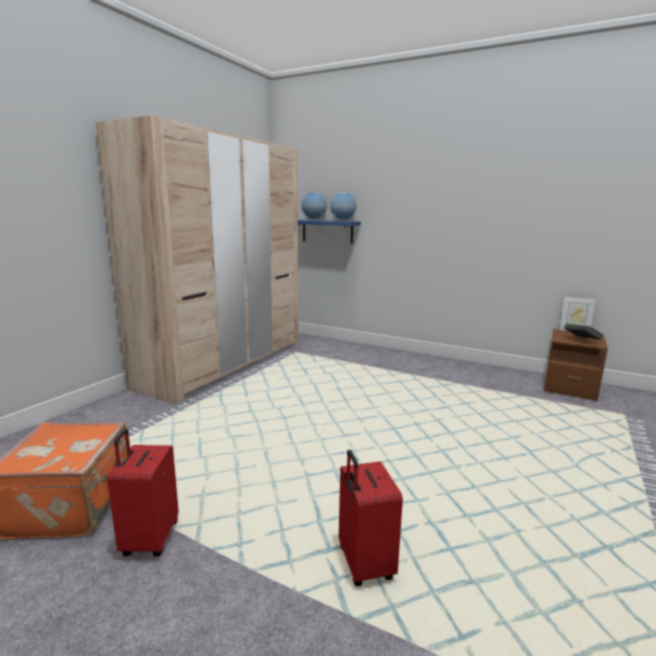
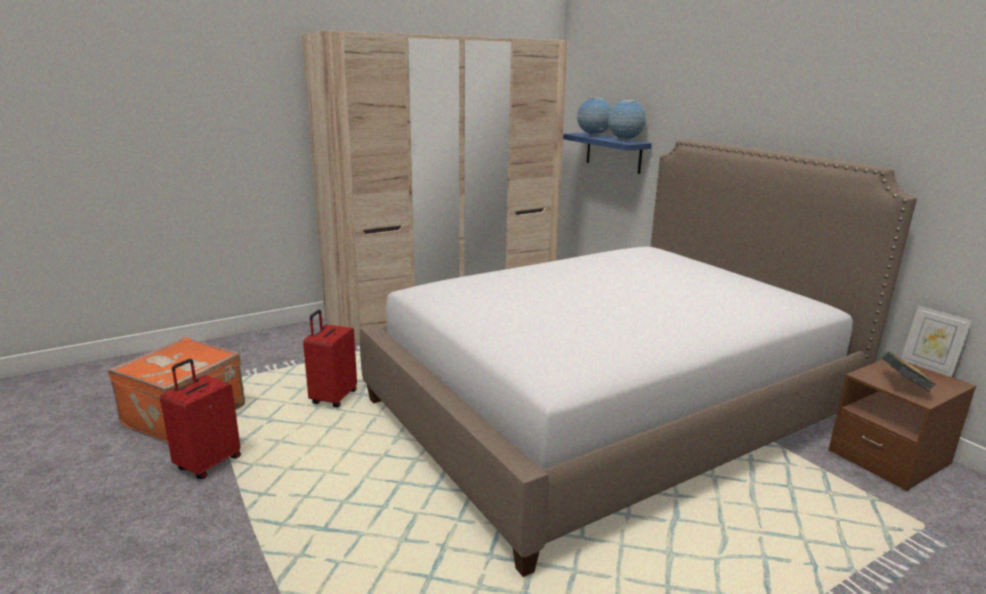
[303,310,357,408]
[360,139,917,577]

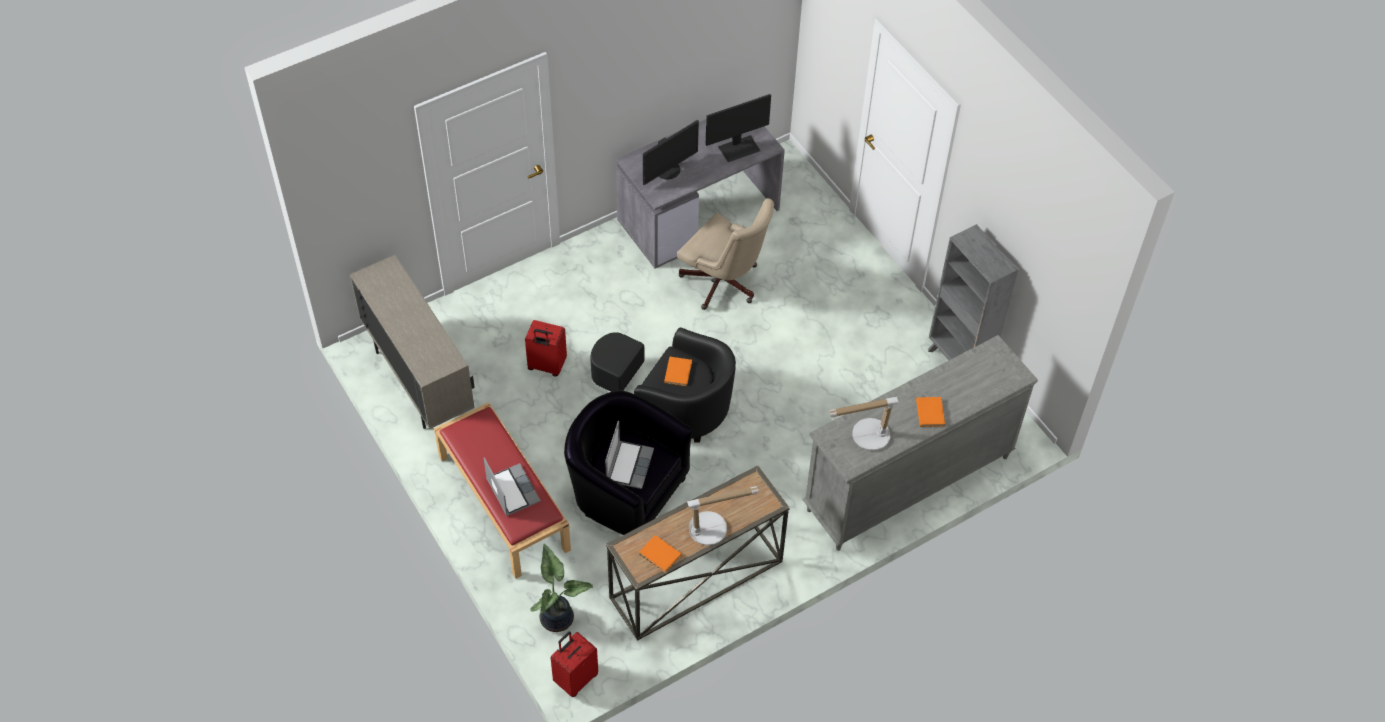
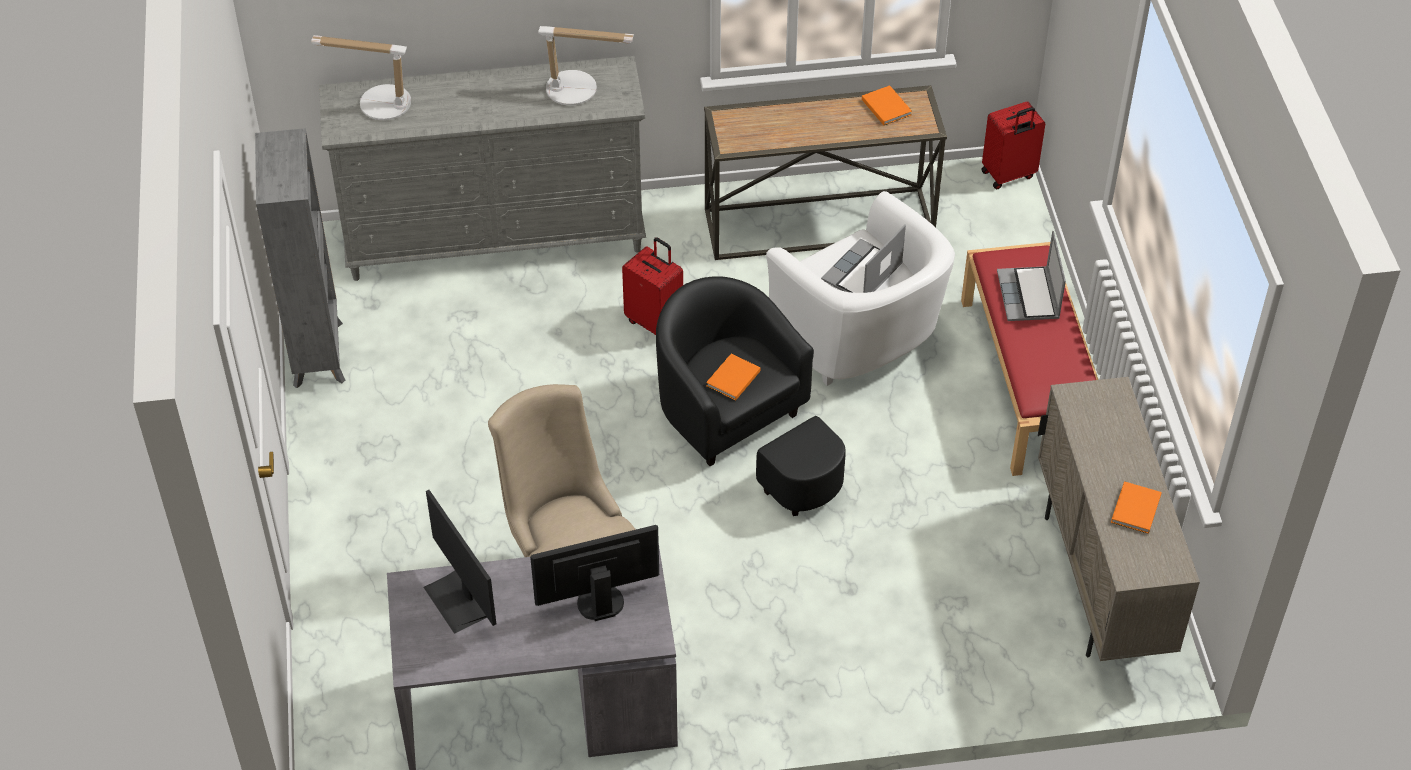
[311,35,411,120]
[423,490,496,634]
[622,237,683,335]
[766,191,955,386]
[1111,481,1162,534]
[530,544,593,632] (first image)

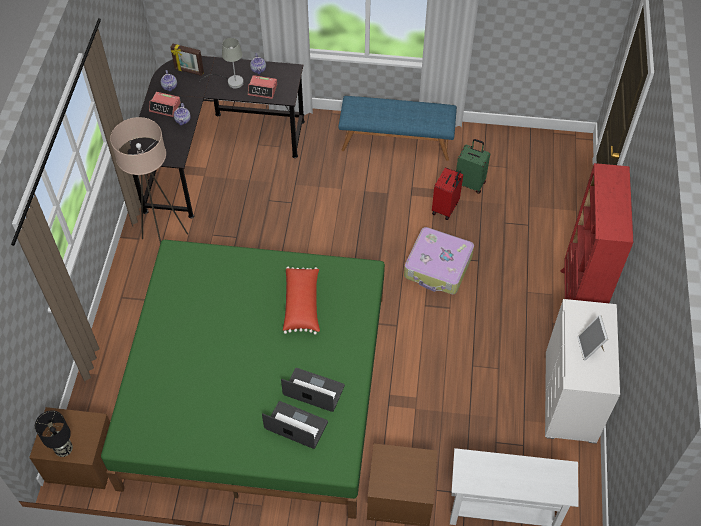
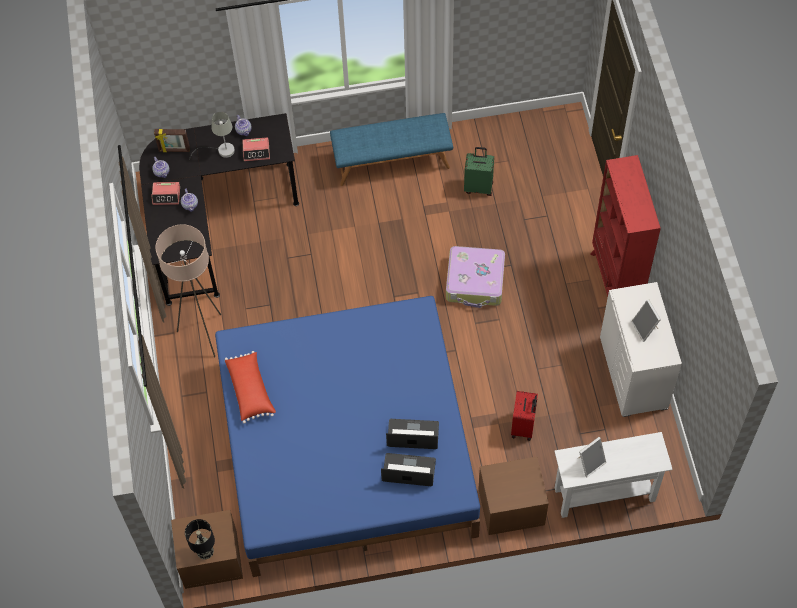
[215,296,480,577]
[225,351,276,424]
[511,391,538,441]
[579,437,606,478]

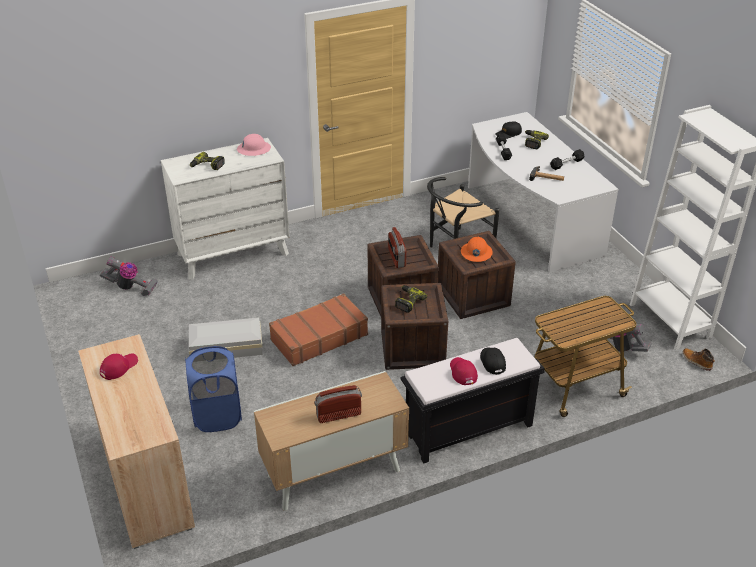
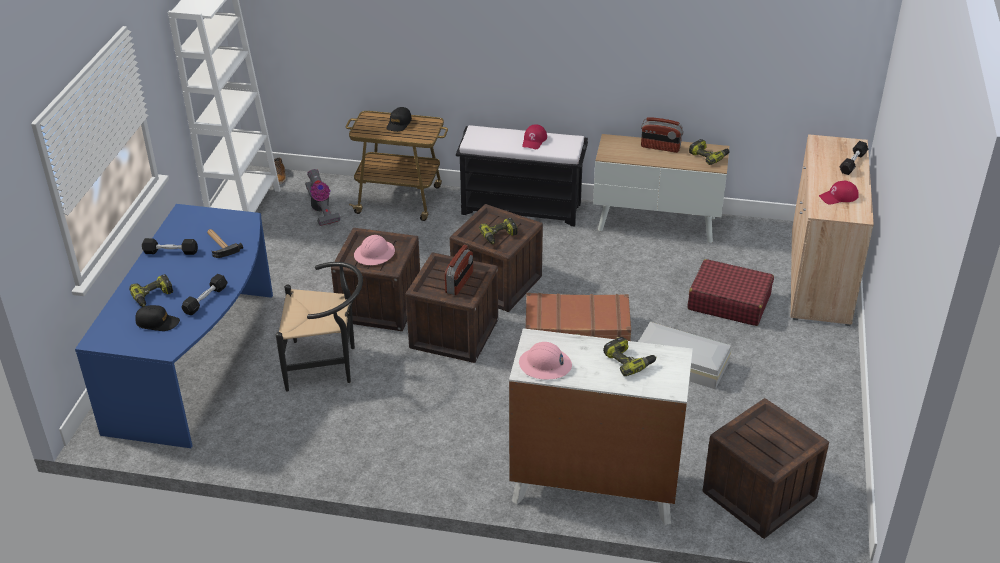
[75,204,273,448]
[354,235,395,265]
[386,107,412,132]
[688,259,774,326]
[689,139,730,165]
[703,398,829,539]
[839,141,868,175]

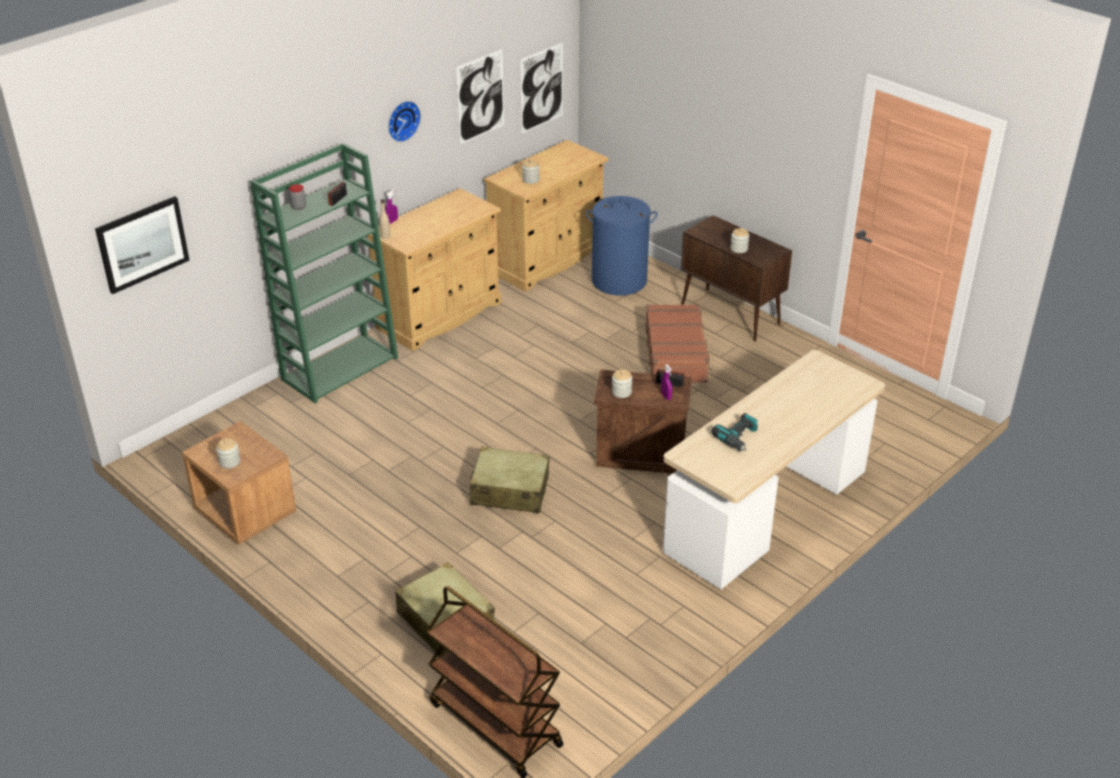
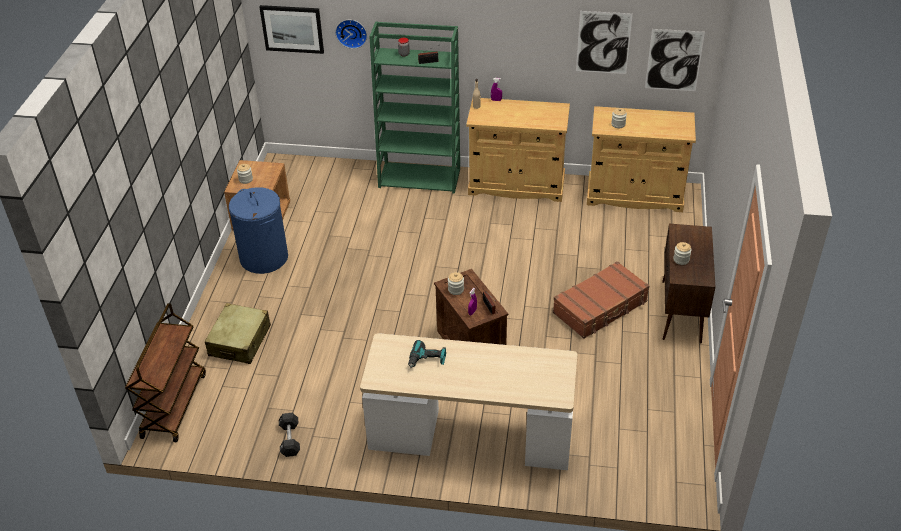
[229,187,288,274]
[279,413,300,457]
[335,20,367,49]
[470,447,550,513] (first image)

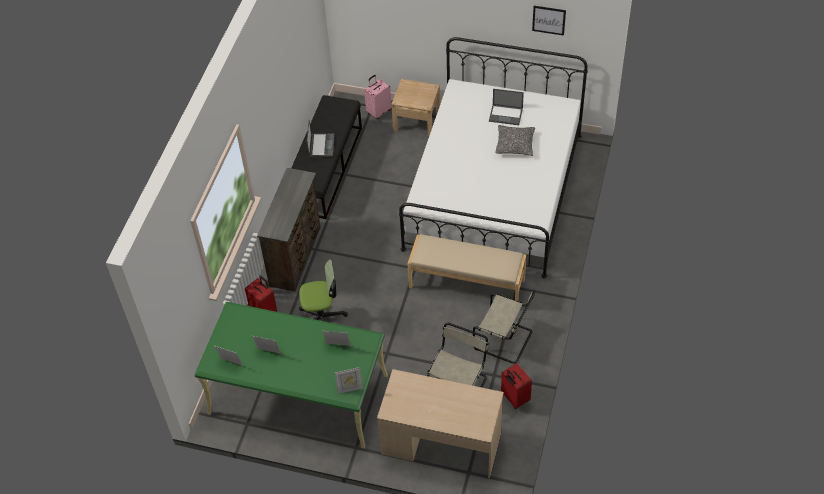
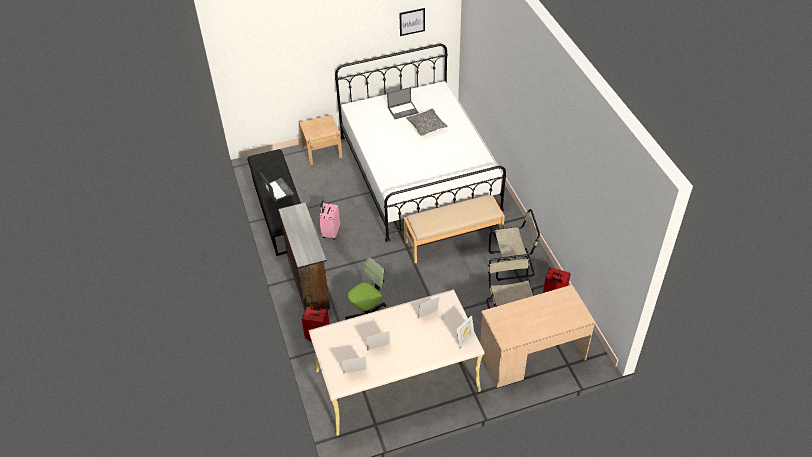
[308,289,484,436]
[319,200,340,240]

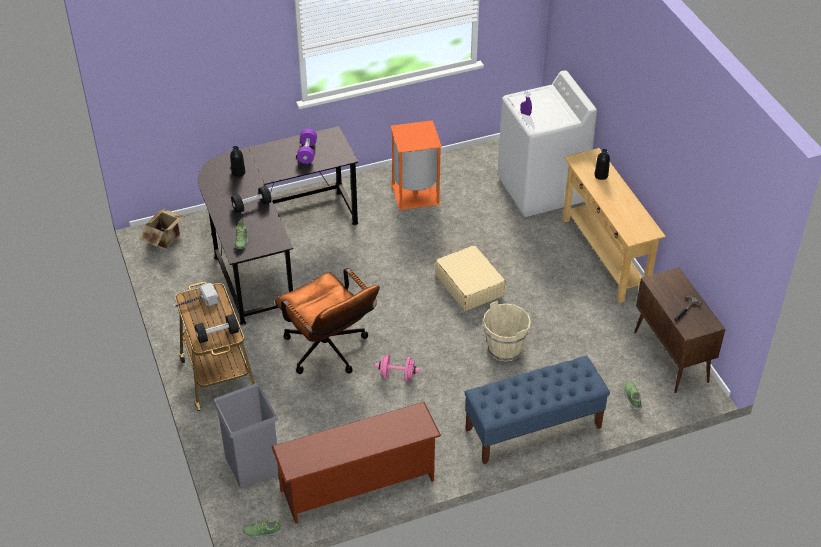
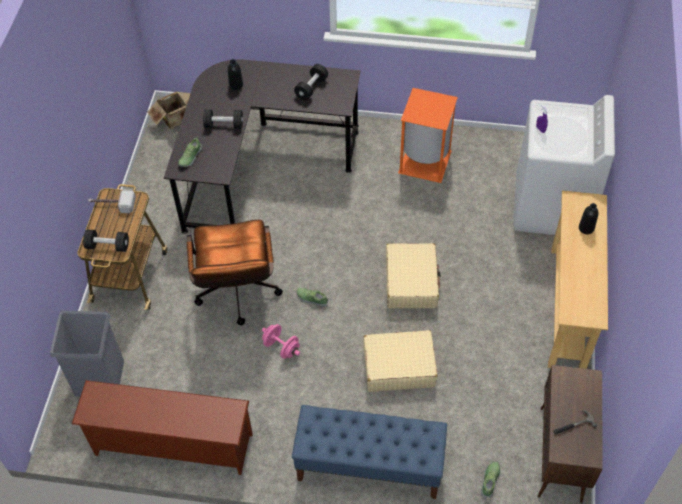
[294,64,328,100]
[297,288,329,307]
[363,330,438,392]

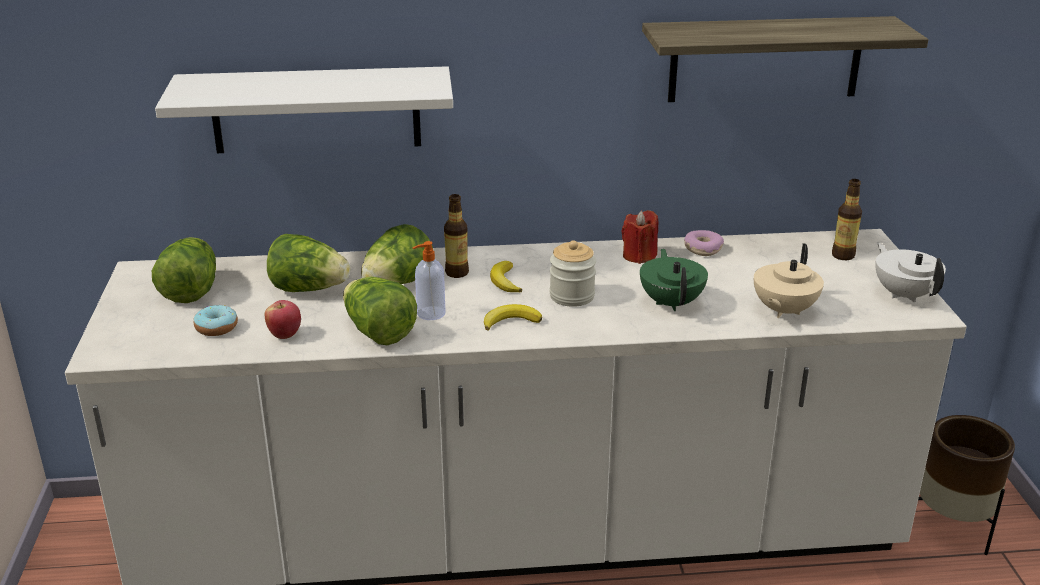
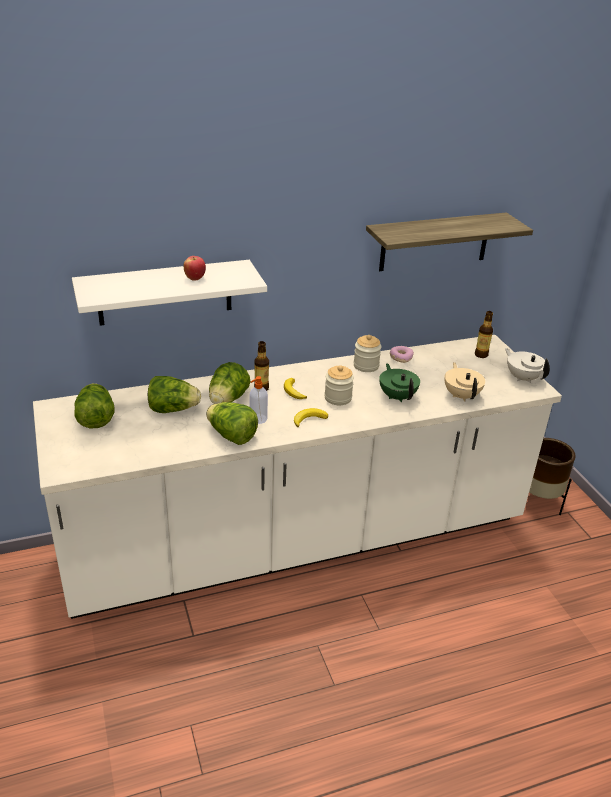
[184,256,206,281]
[354,335,381,372]
[444,362,485,401]
[193,304,238,336] (first image)

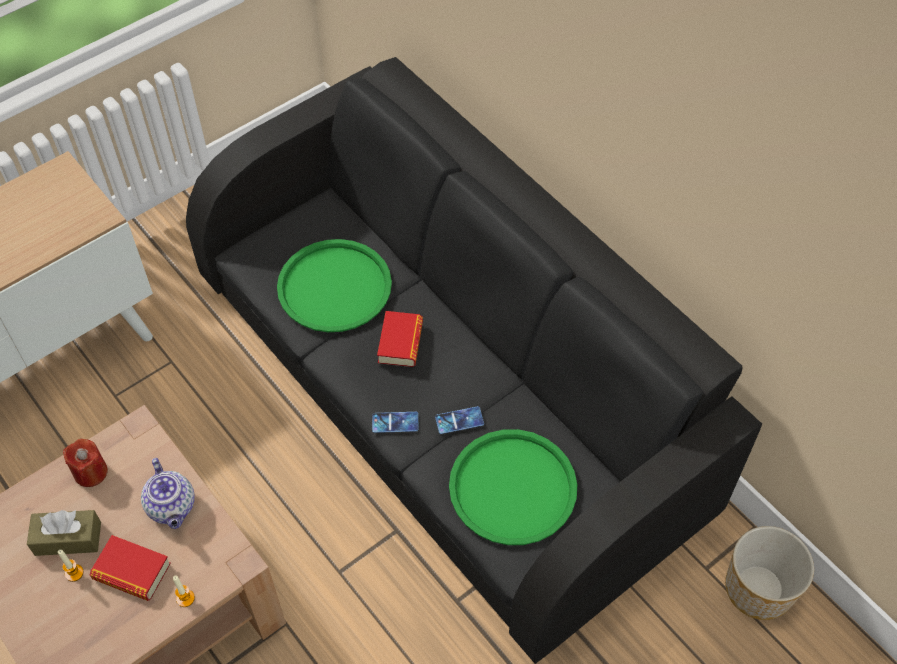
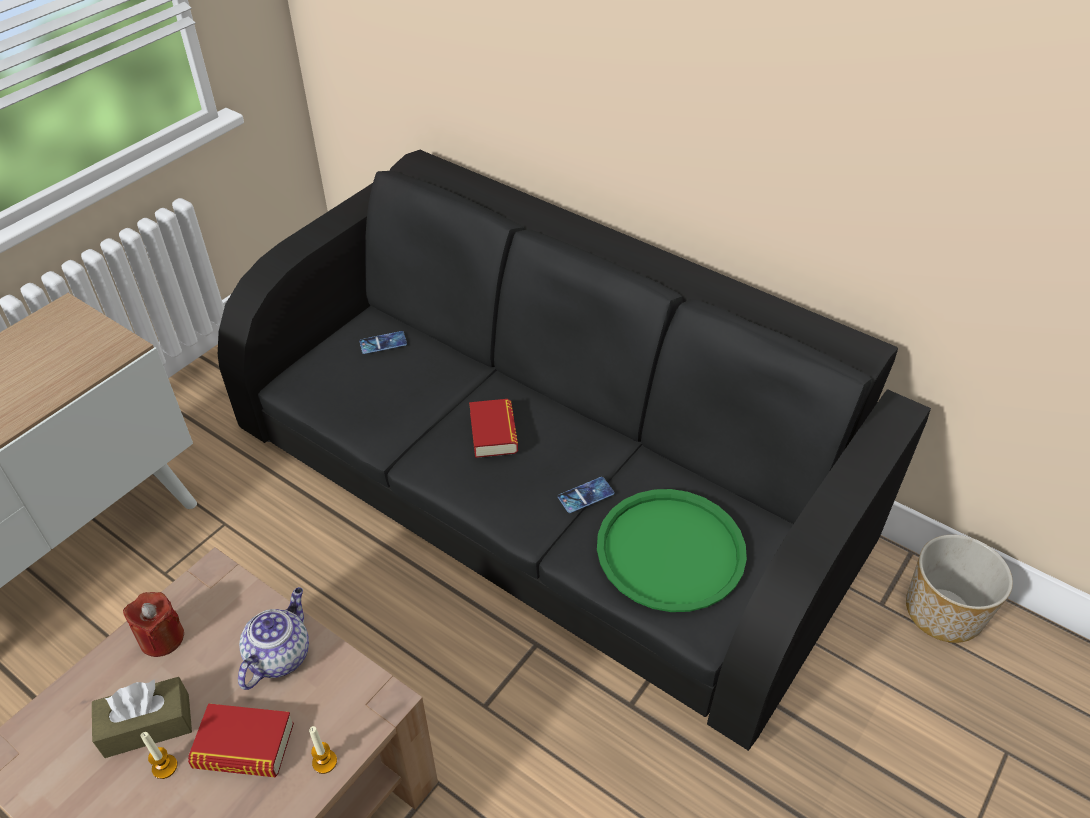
[238,587,309,690]
[359,331,407,354]
[277,239,392,332] (first image)

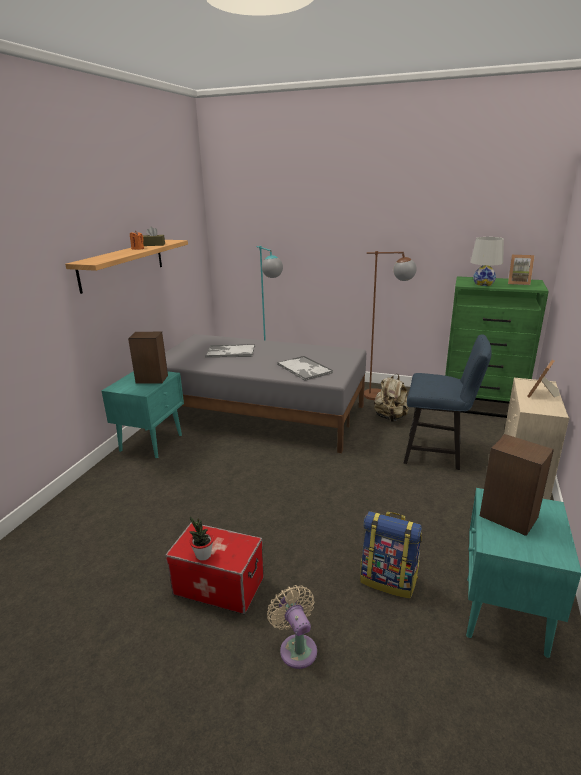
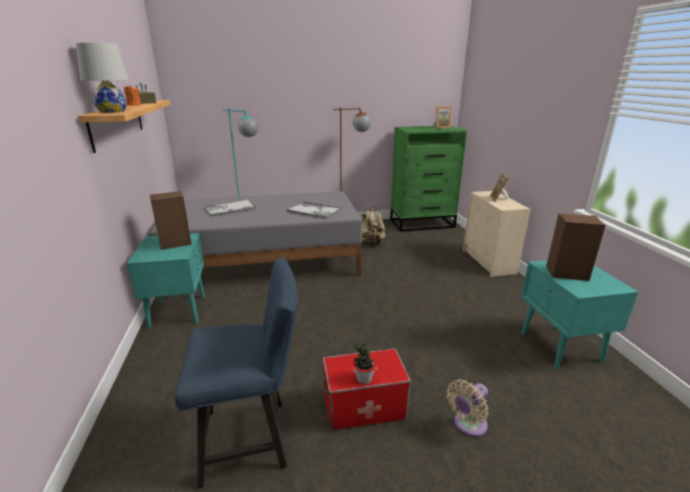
[76,43,129,113]
[175,258,298,489]
[447,379,488,437]
[361,511,422,599] (first image)

